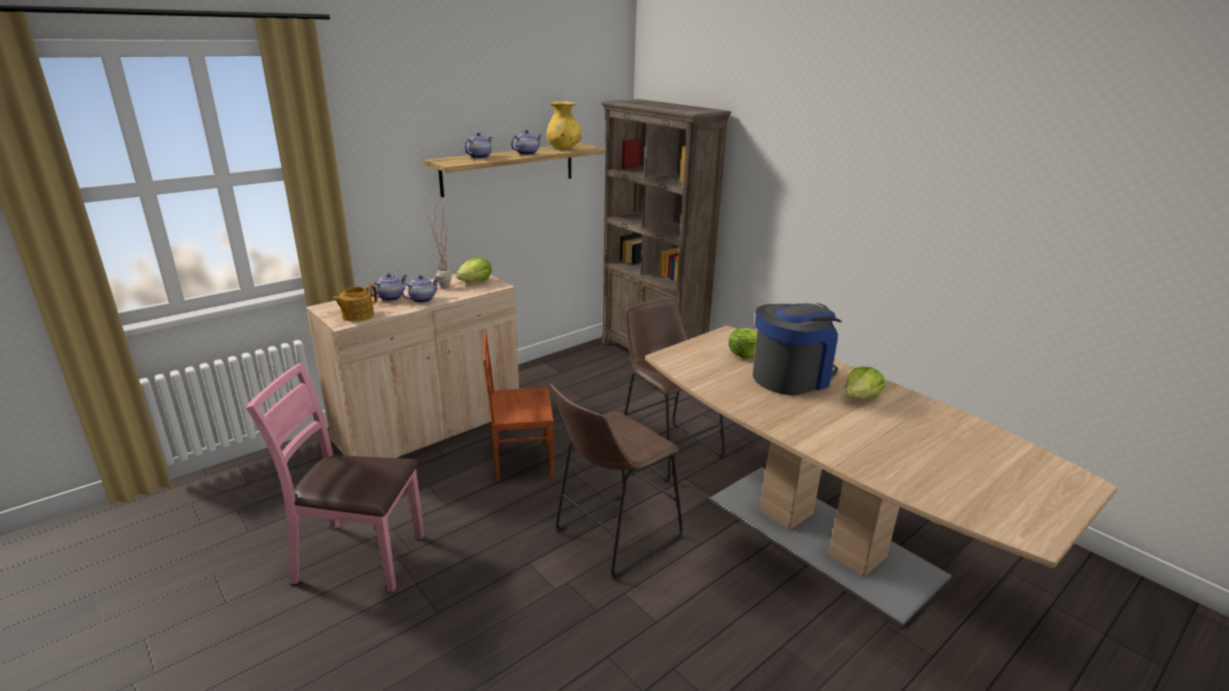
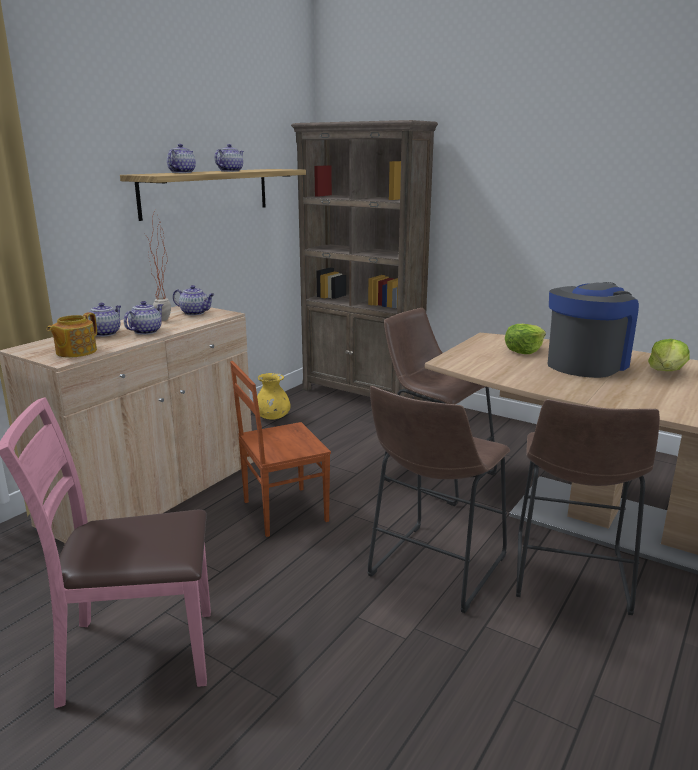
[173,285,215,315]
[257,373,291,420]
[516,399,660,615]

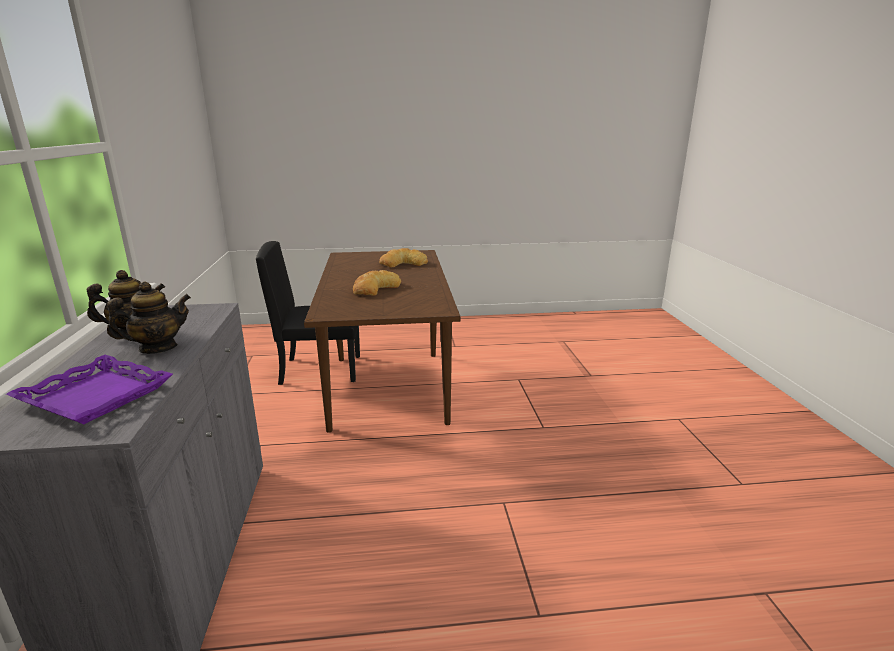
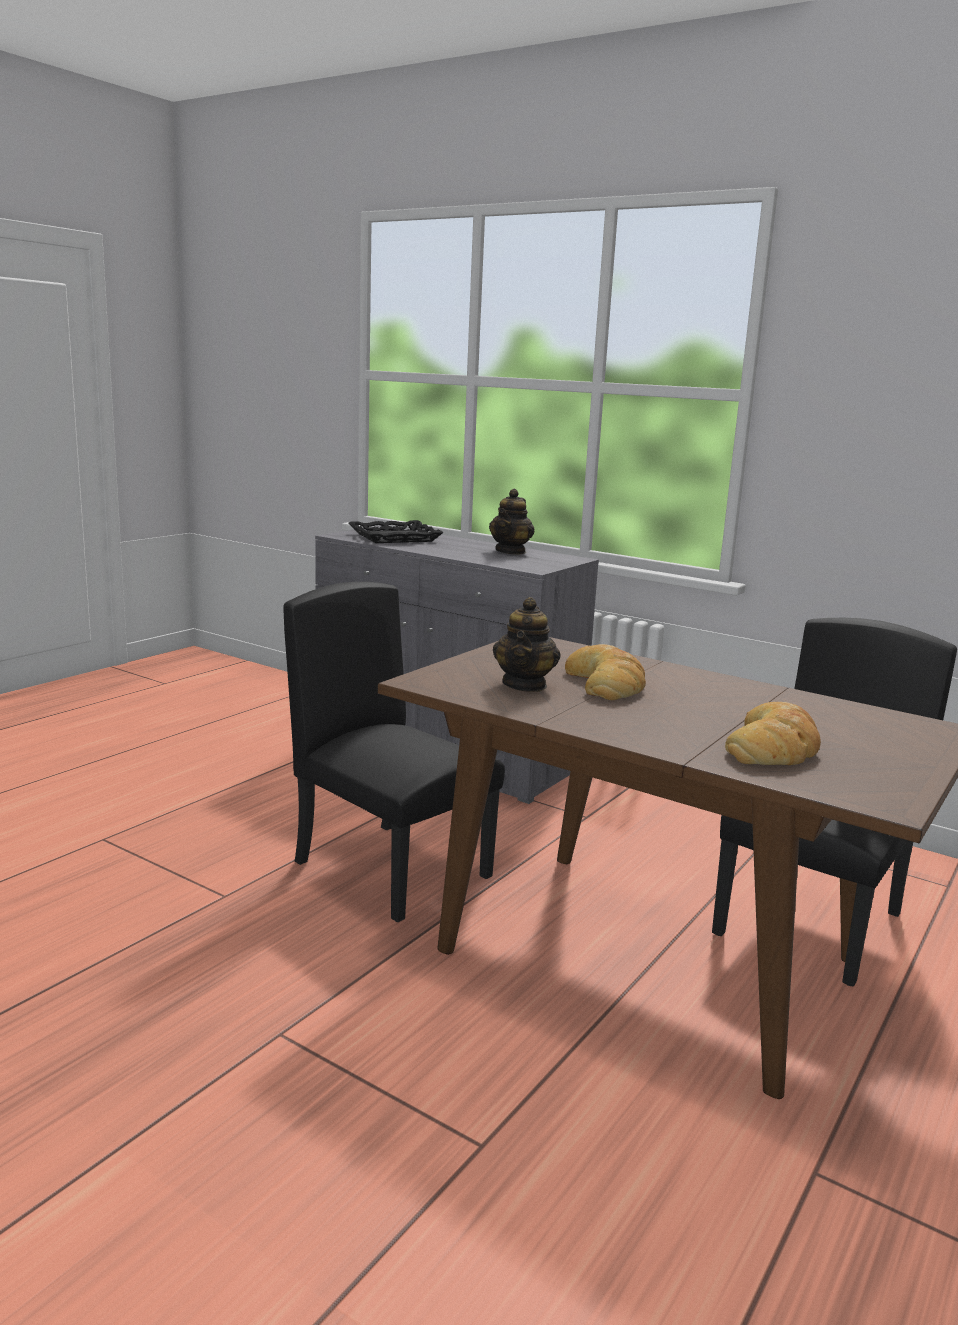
[283,582,505,922]
[349,520,444,543]
[493,597,561,692]

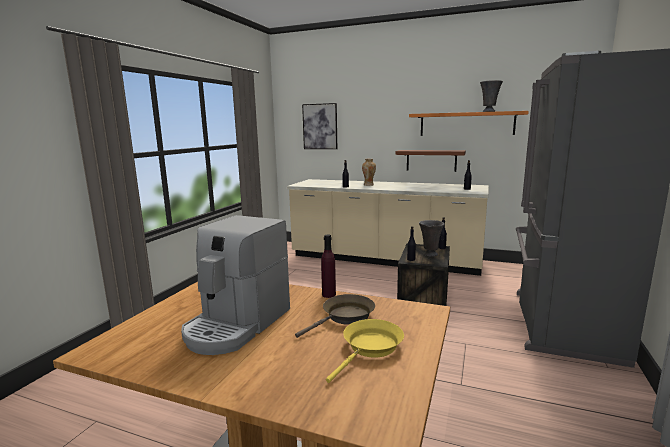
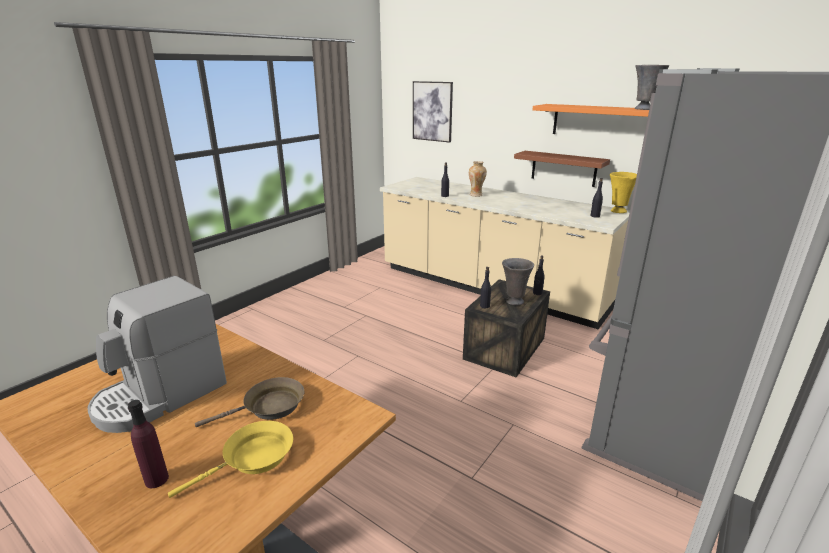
[128,400,169,488]
[610,172,637,213]

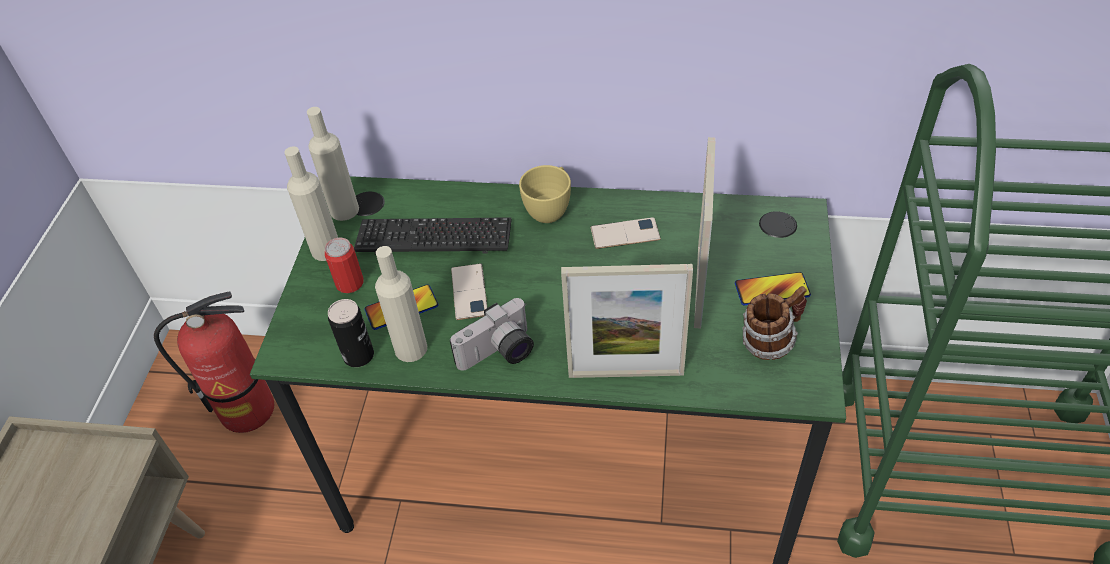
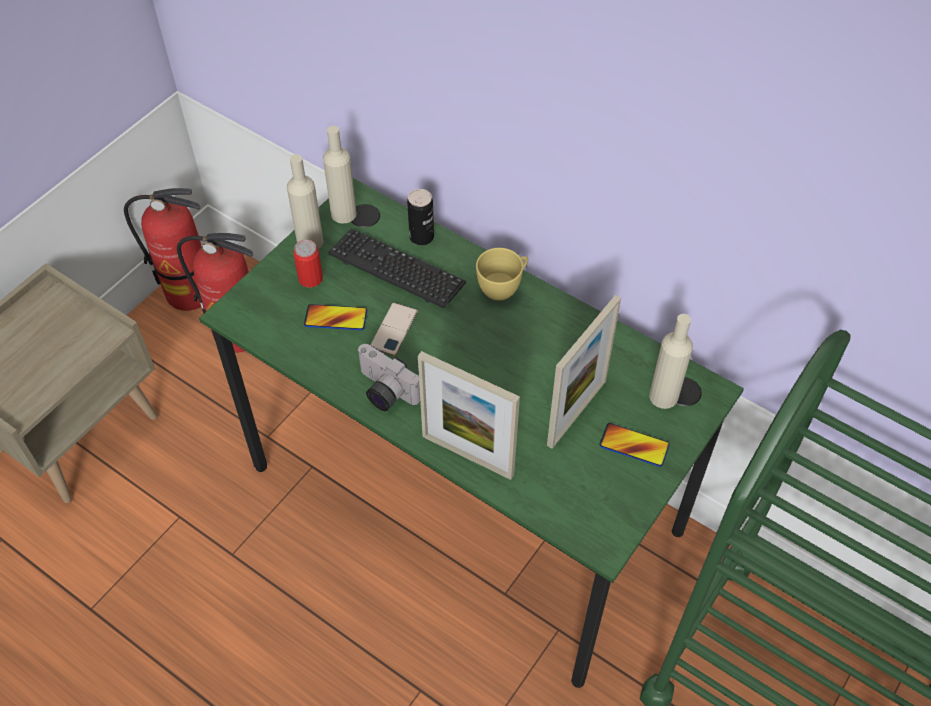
[124,188,202,311]
[357,344,420,411]
[407,189,434,245]
[649,314,693,409]
[590,217,661,249] (first image)
[742,286,807,360] (first image)

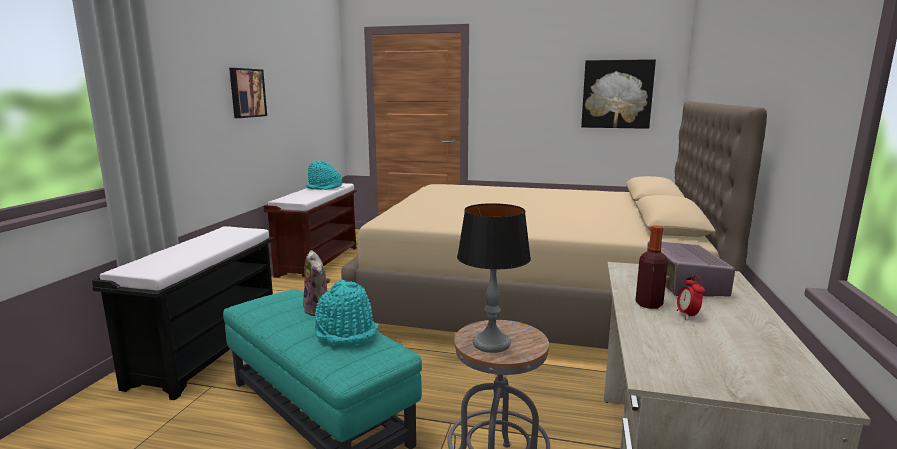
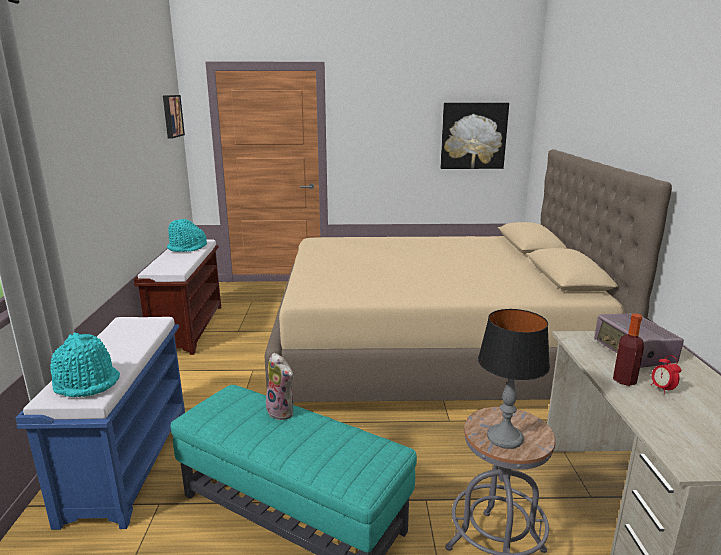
[15,317,185,530]
[50,332,120,397]
[163,95,185,138]

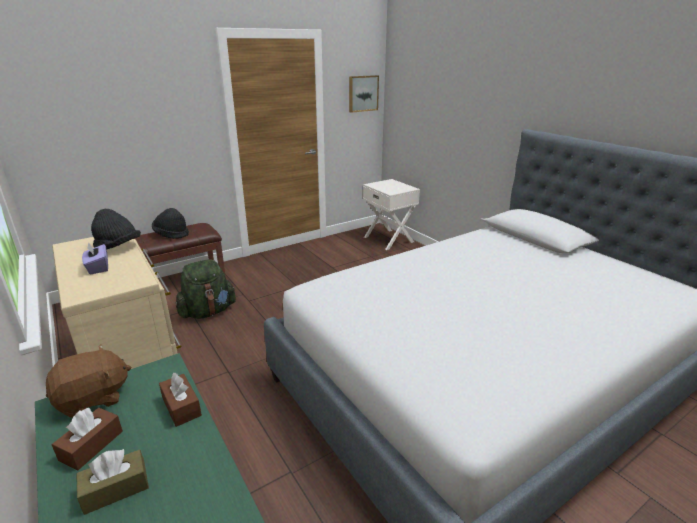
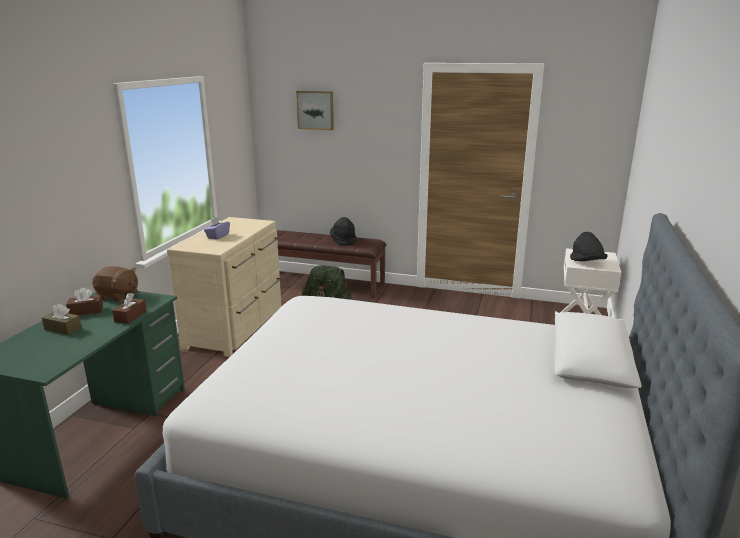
[296,91,334,130]
[570,232,608,261]

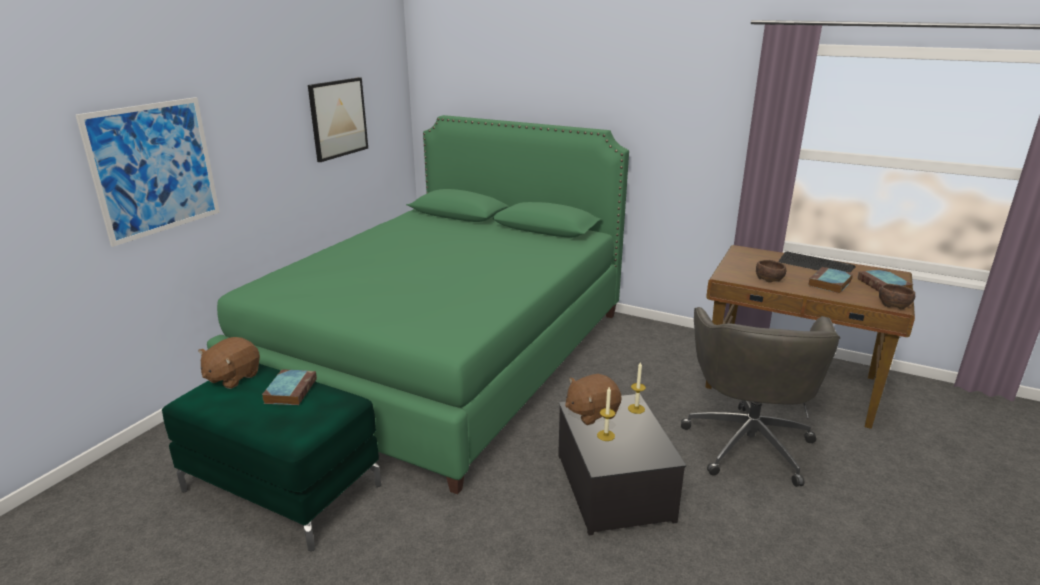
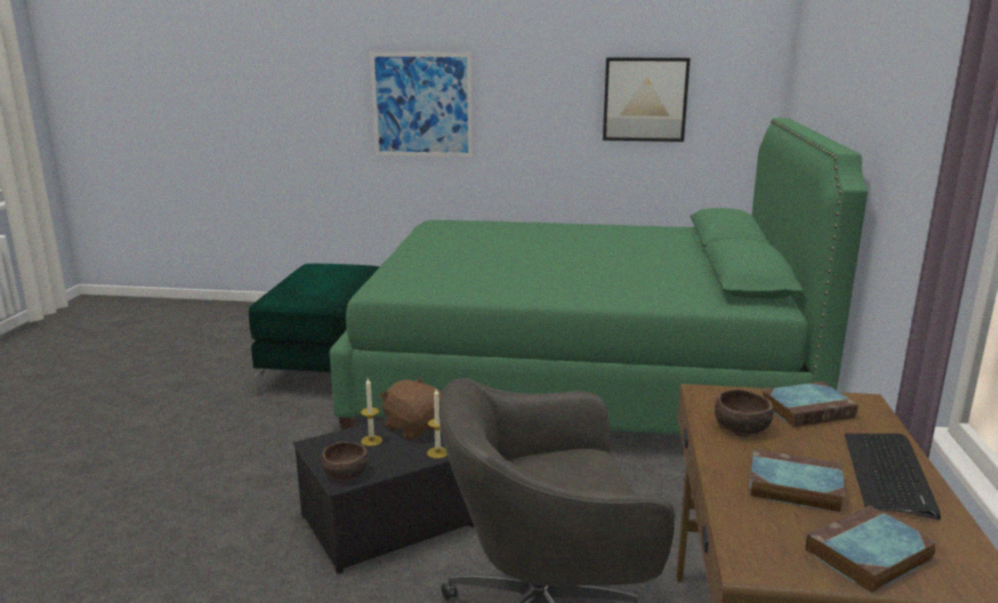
[321,442,368,482]
[763,382,858,427]
[198,337,260,389] (first image)

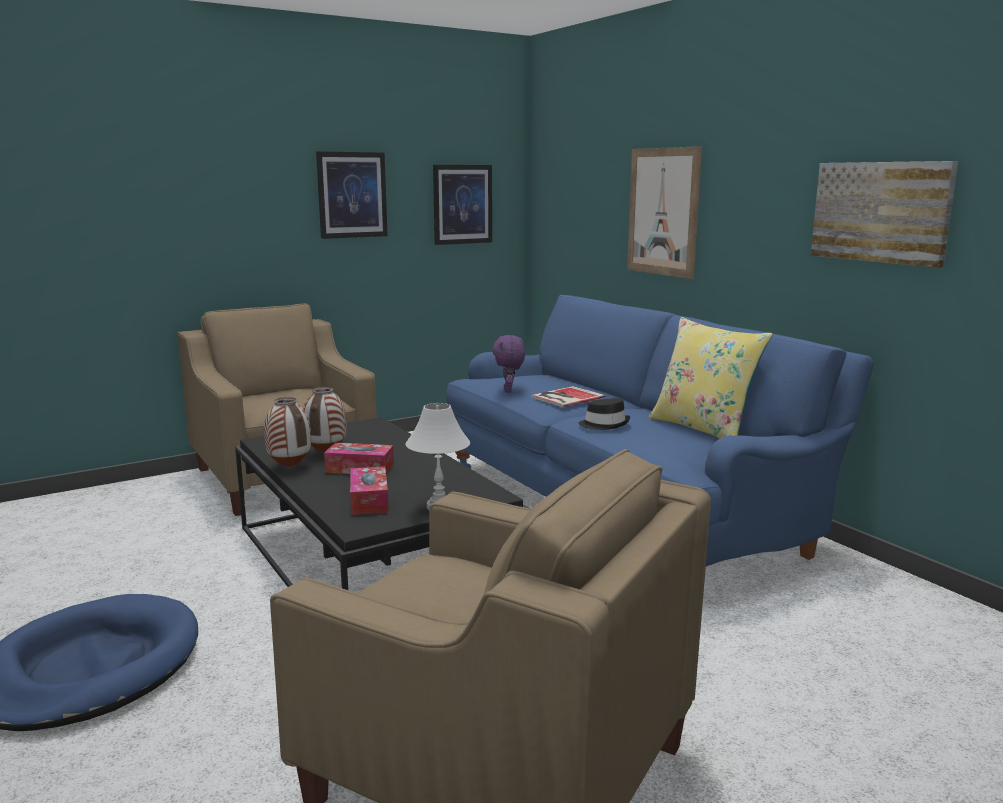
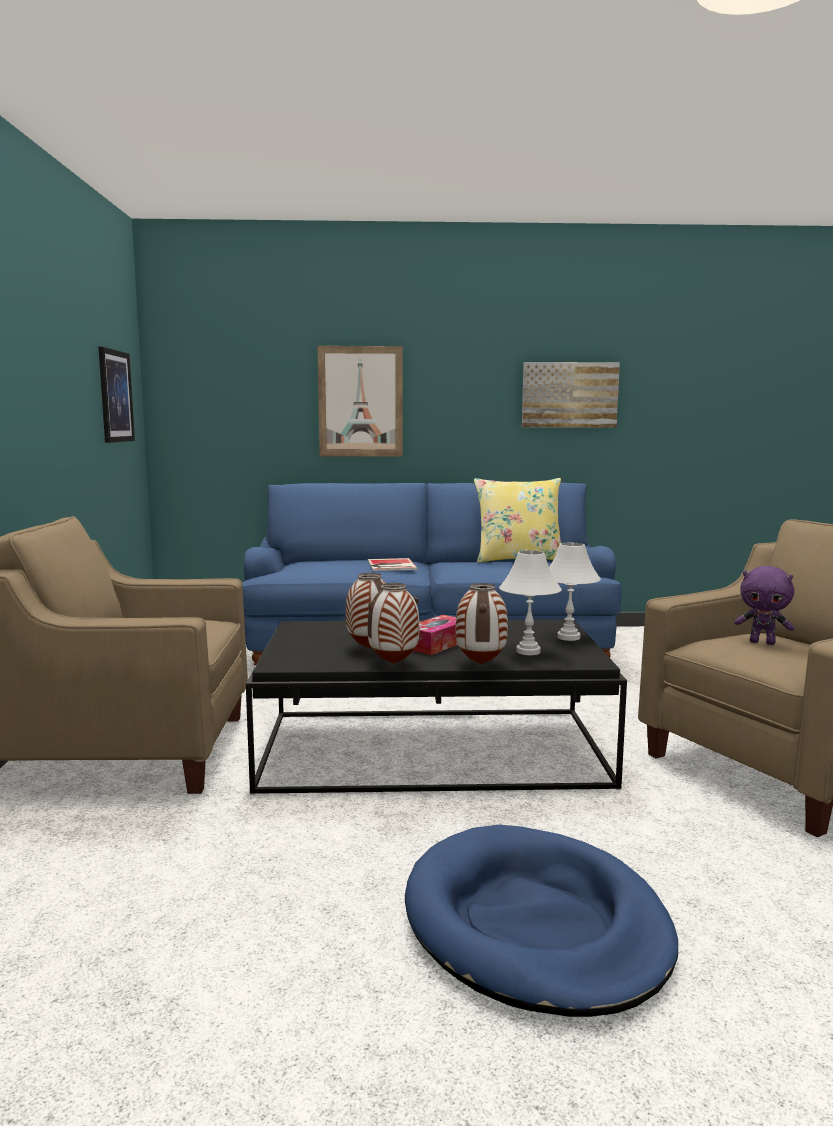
[456,583,508,664]
[499,550,562,655]
[735,566,794,645]
[316,151,388,239] (first image)
[578,398,630,430] (first image)

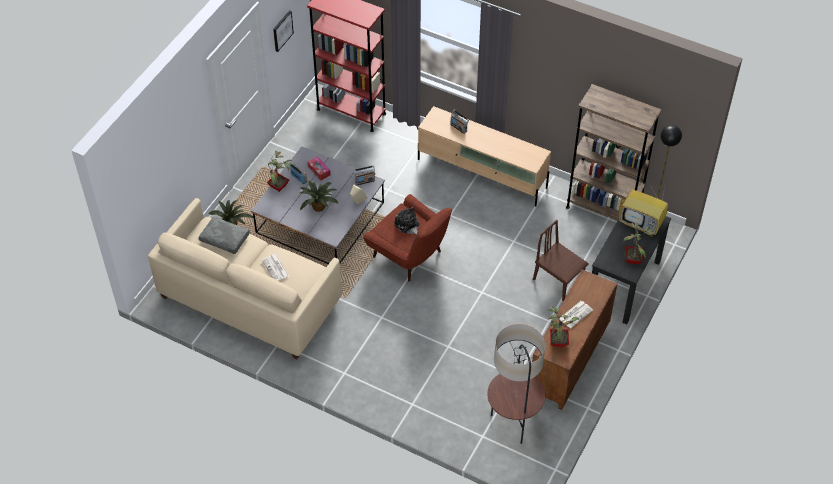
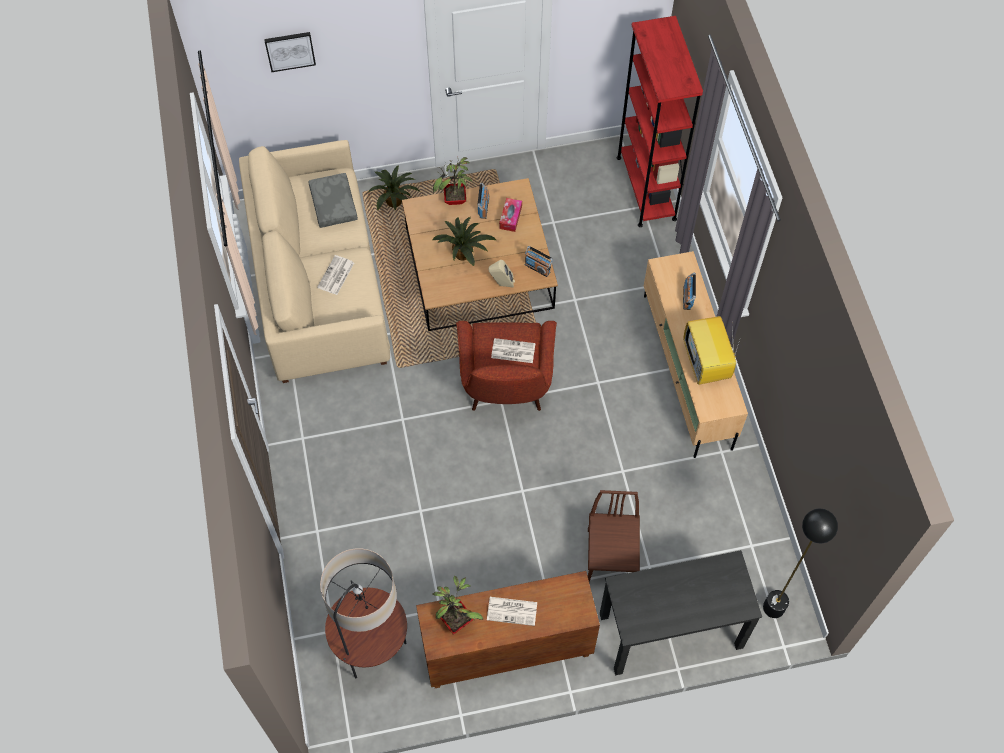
[264,32,316,72]
[402,178,558,331]
[491,338,536,363]
[683,316,740,385]
[566,84,662,221] (first image)
[623,223,654,264] (first image)

